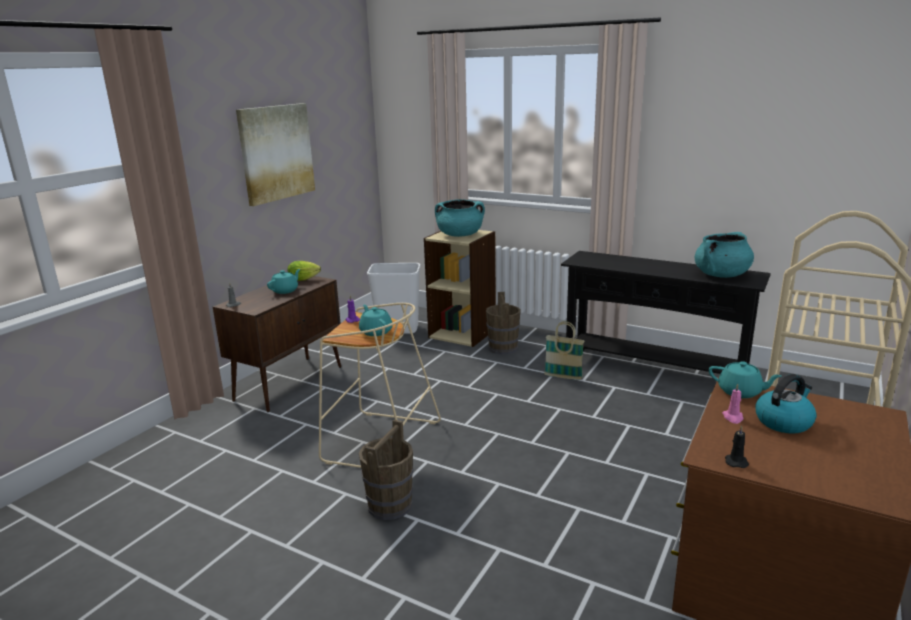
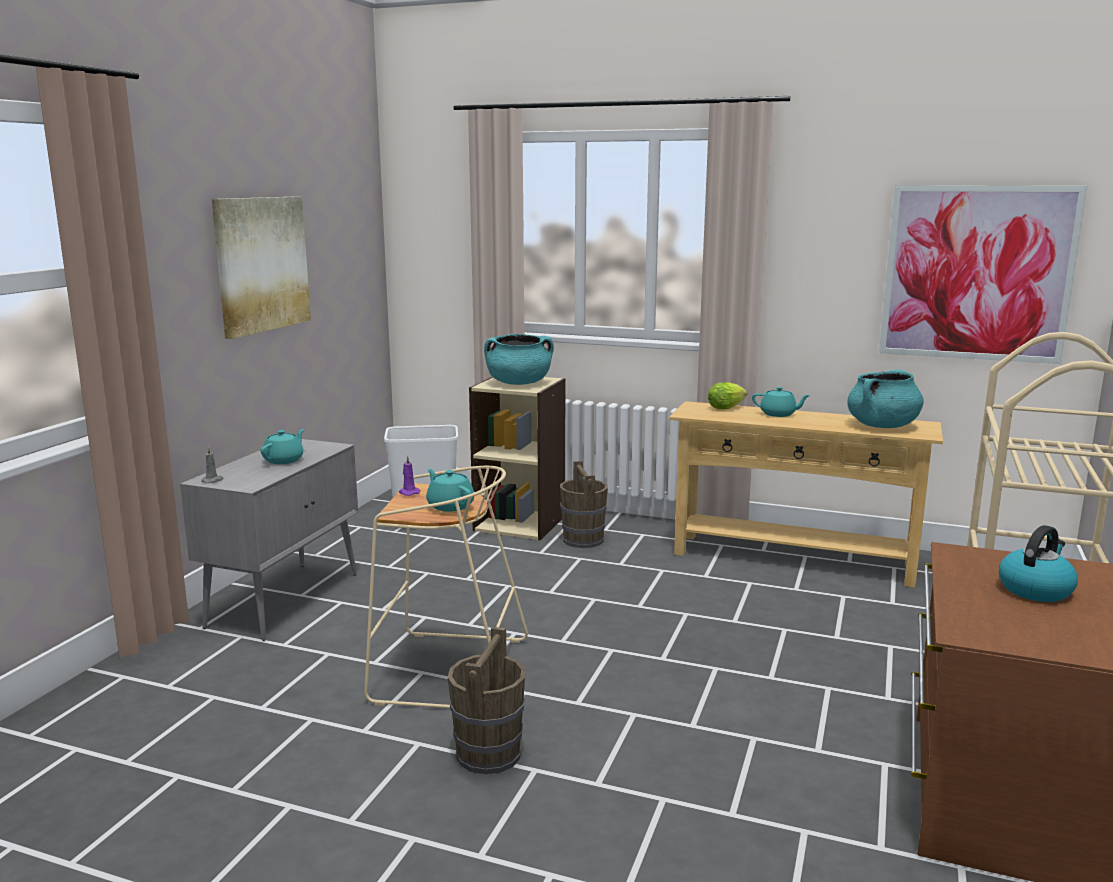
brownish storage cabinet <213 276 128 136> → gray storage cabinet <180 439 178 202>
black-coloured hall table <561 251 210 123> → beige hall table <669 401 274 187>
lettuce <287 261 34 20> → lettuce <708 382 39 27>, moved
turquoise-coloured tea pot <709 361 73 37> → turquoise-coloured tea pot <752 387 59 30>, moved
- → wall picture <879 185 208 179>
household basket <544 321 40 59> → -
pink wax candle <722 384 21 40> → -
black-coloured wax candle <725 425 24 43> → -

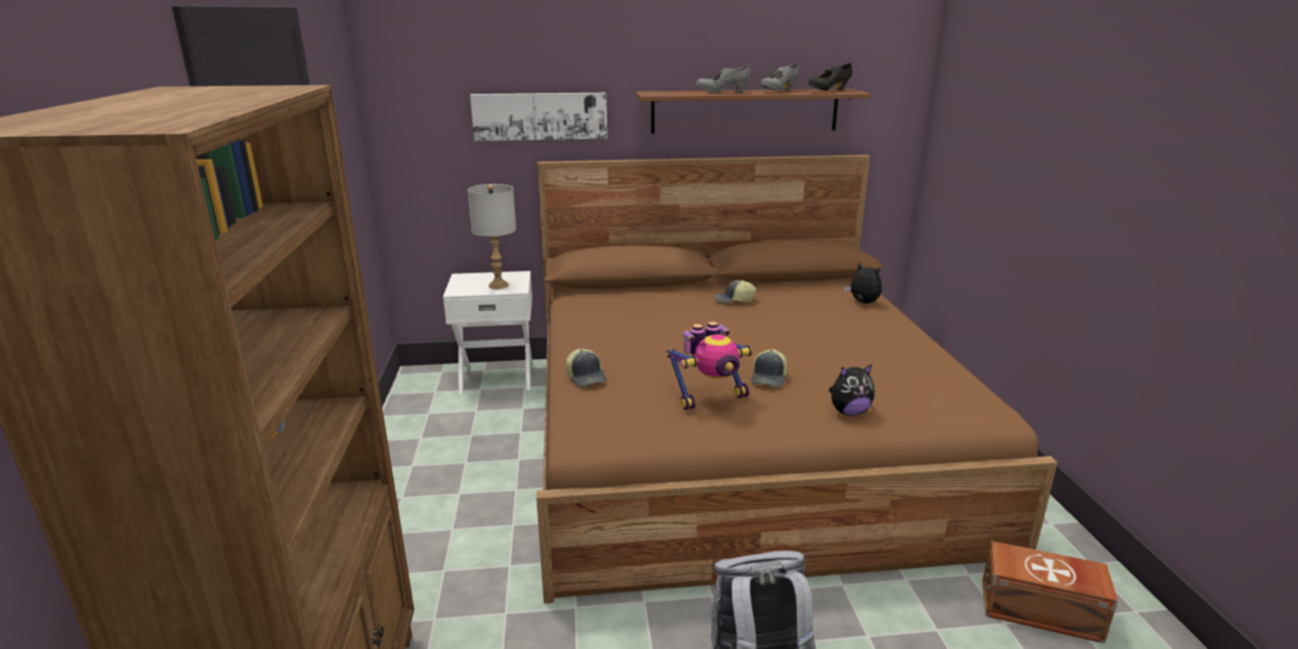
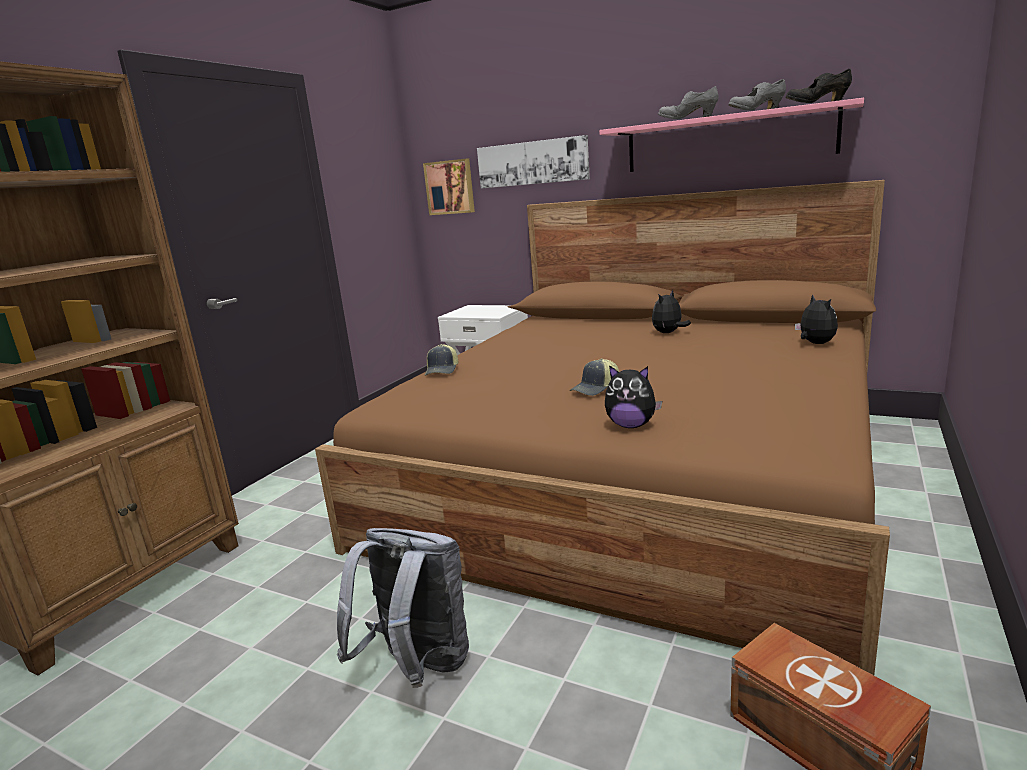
- → wall picture <423 158 52 57>
brownish bracket shelf <636 89 235 45> → pink bracket shelf <599 98 265 74>
baseball cap <714 280 42 23> → soft toy <652 289 39 44>
gray tabletop lamp <468 184 48 105> → -
model robot <666 321 87 89> → -

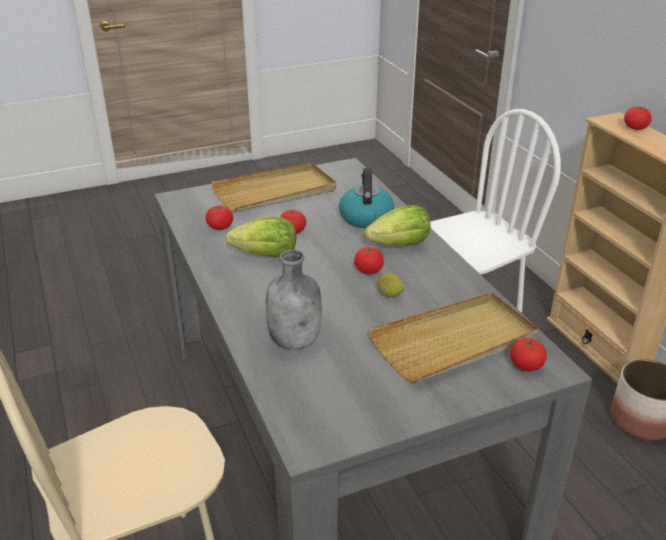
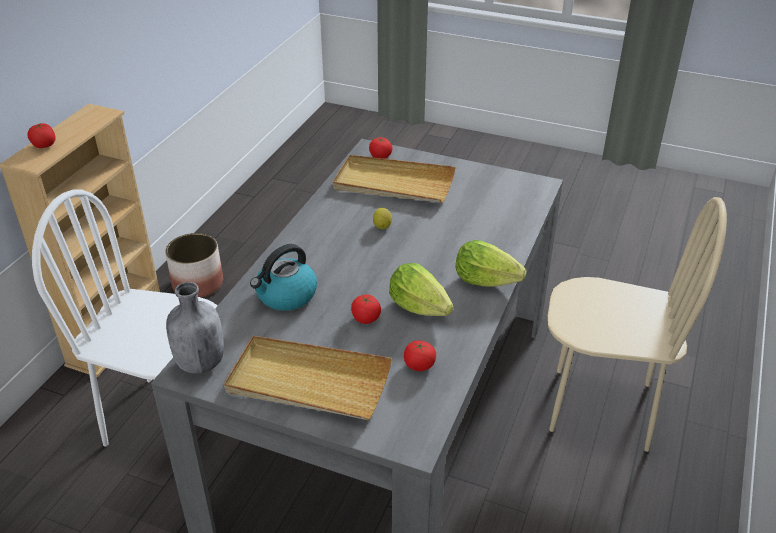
gray beverage bottle <266 250 55 99> → gray beverage bottle <166 282 58 92>, moved
lettuce <364 205 67 41> → lettuce <455 240 71 47>, moved
tomato <354 247 30 27> → -

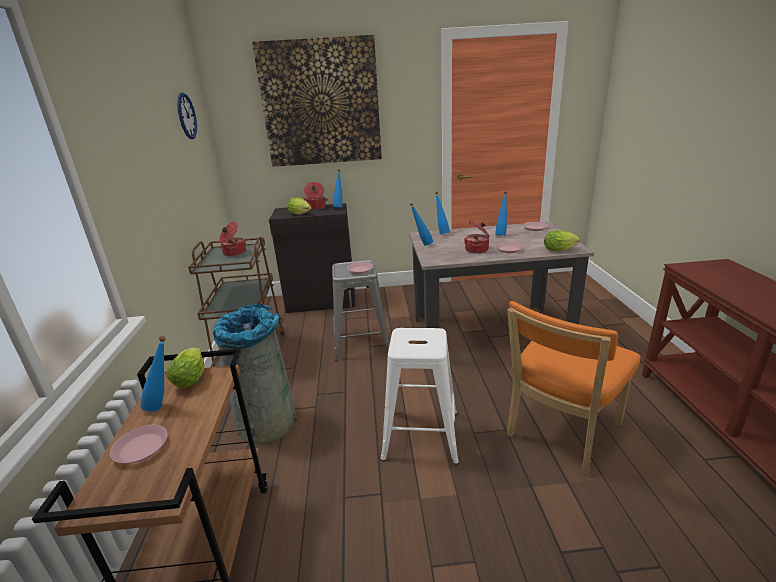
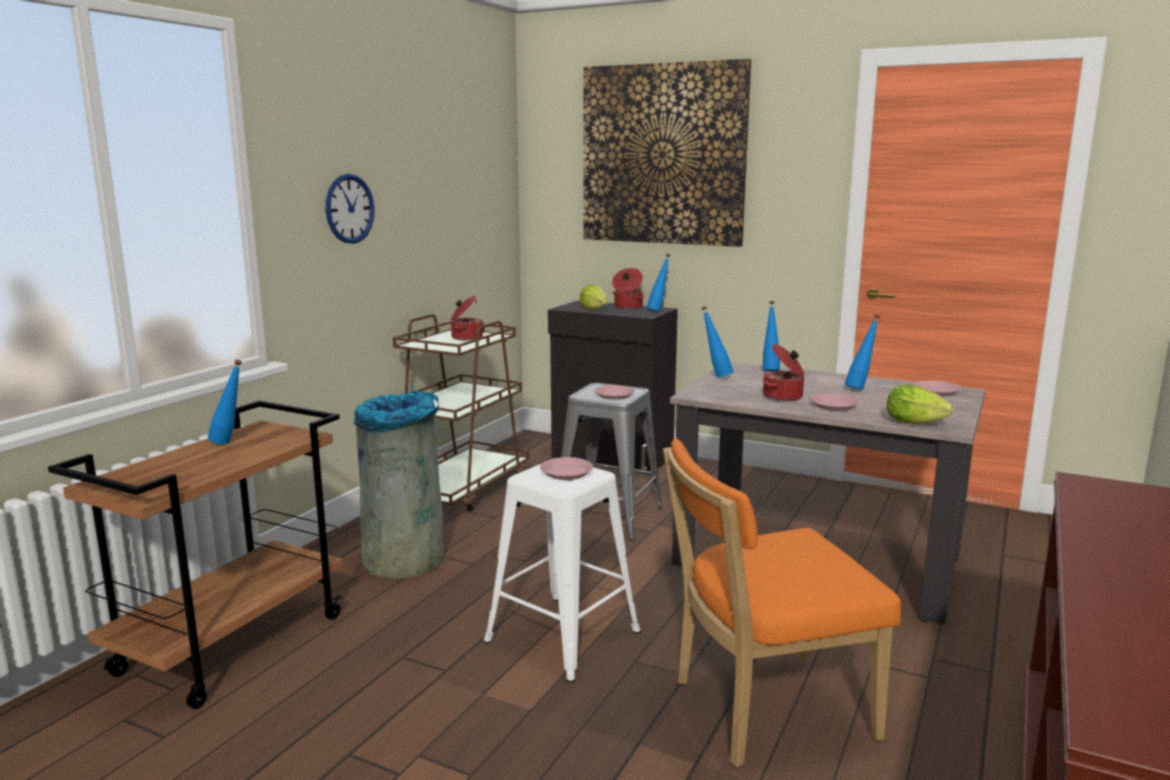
wall clock <177 92 20 47> → wall clock <325 174 50 70>, moved
pink plate <110 425 58 38> → pink plate <540 457 53 23>, moved
lettuce <167 348 37 40> → -

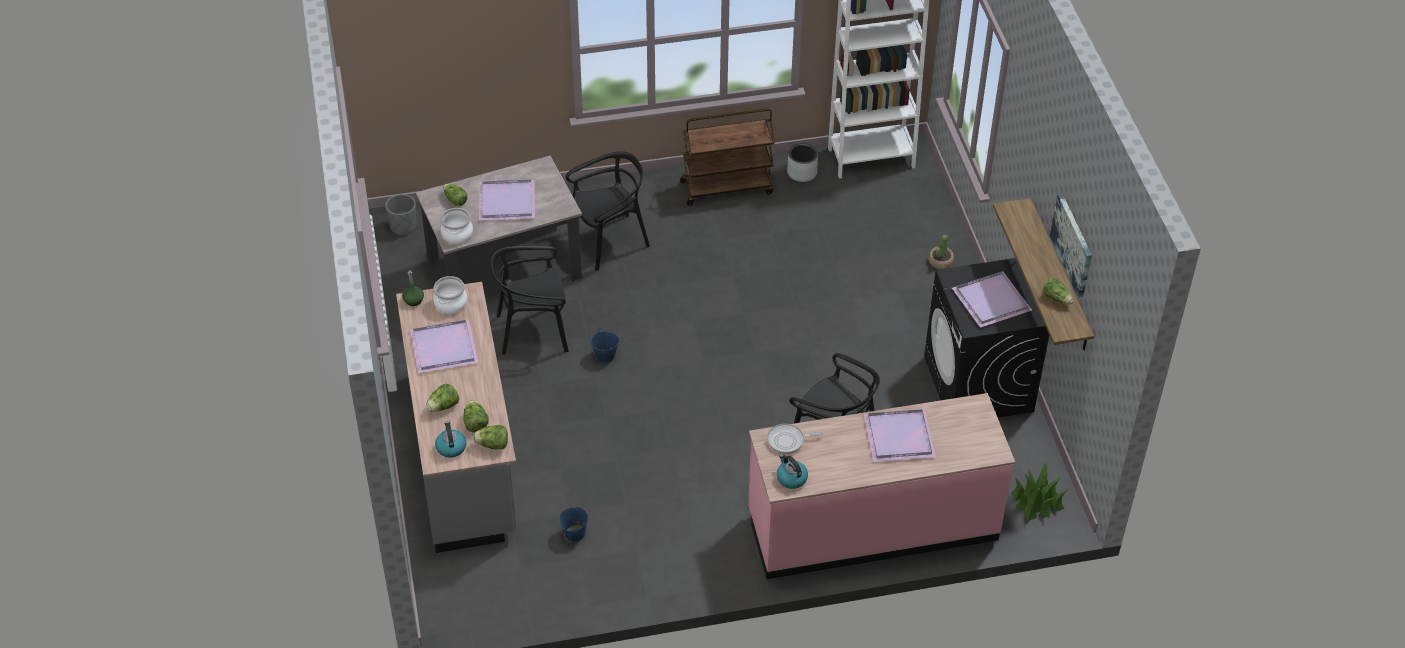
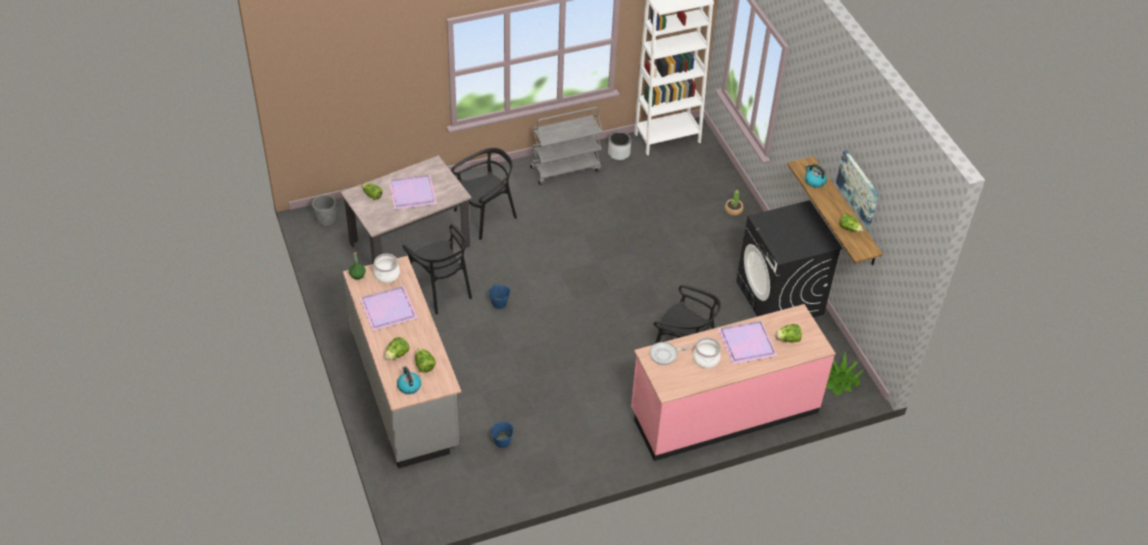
black-coloured chair <491 245 78 110> → black-coloured chair <403 224 69 90>, 105 degrees counterclockwise
brownish wheeled cart <680 108 95 98> → gray wheeled cart <530 107 73 78>
stockpot <440 208 33 36> → stockpot <693 337 28 31>, moved
lettuce <473 425 35 24> → lettuce <775 324 27 19>, moved
tea kettle <777 454 31 35> → tea kettle <805 164 22 24>, moved
purplish carrying tray <952 271 80 57> → -

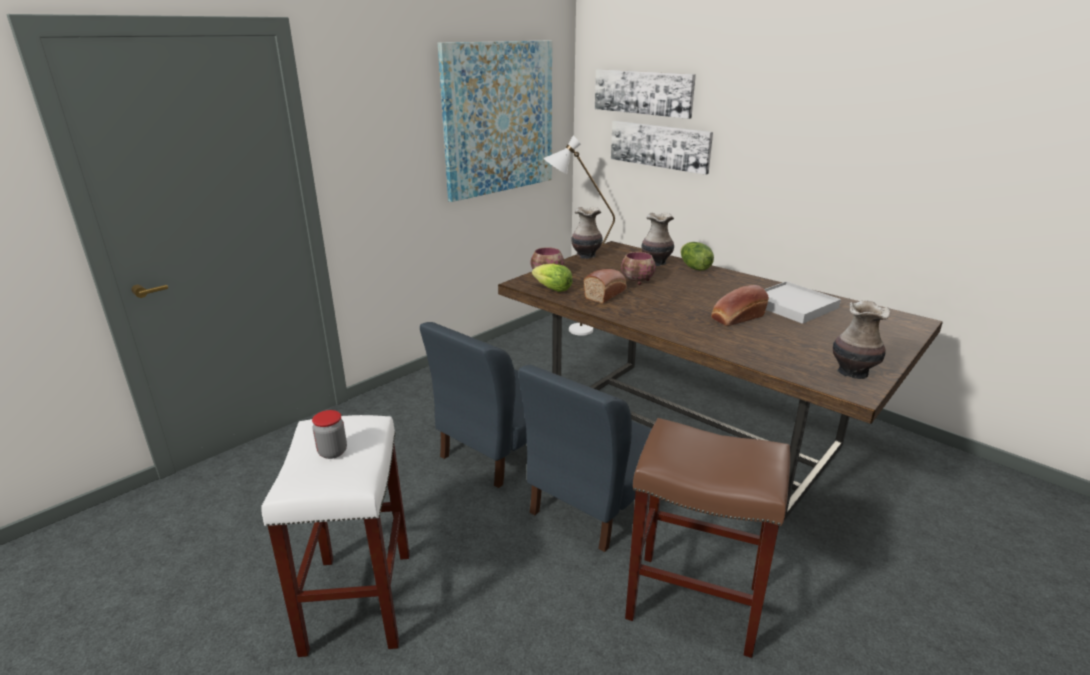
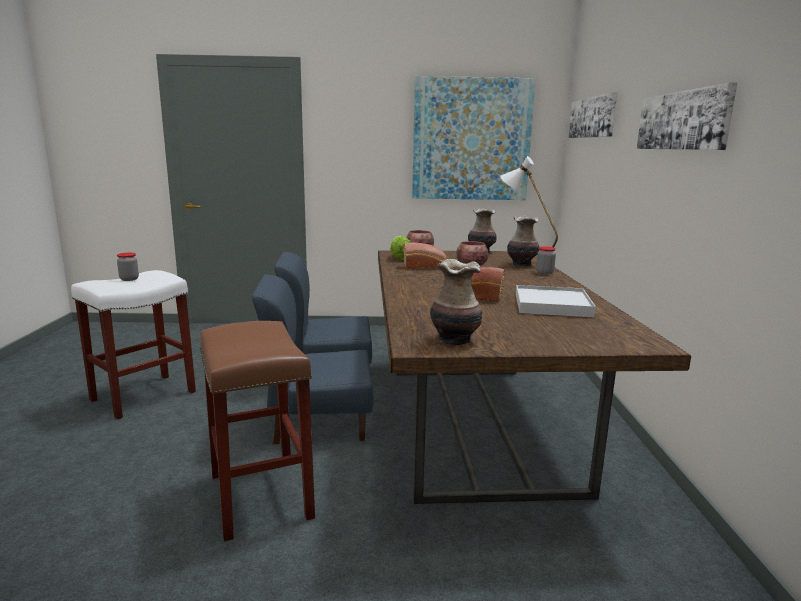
lettuce <680 242 34 29> → preserve jar <536 246 20 28>
wall picture <611 121 102 54> → wall picture <637 82 100 68>, moved

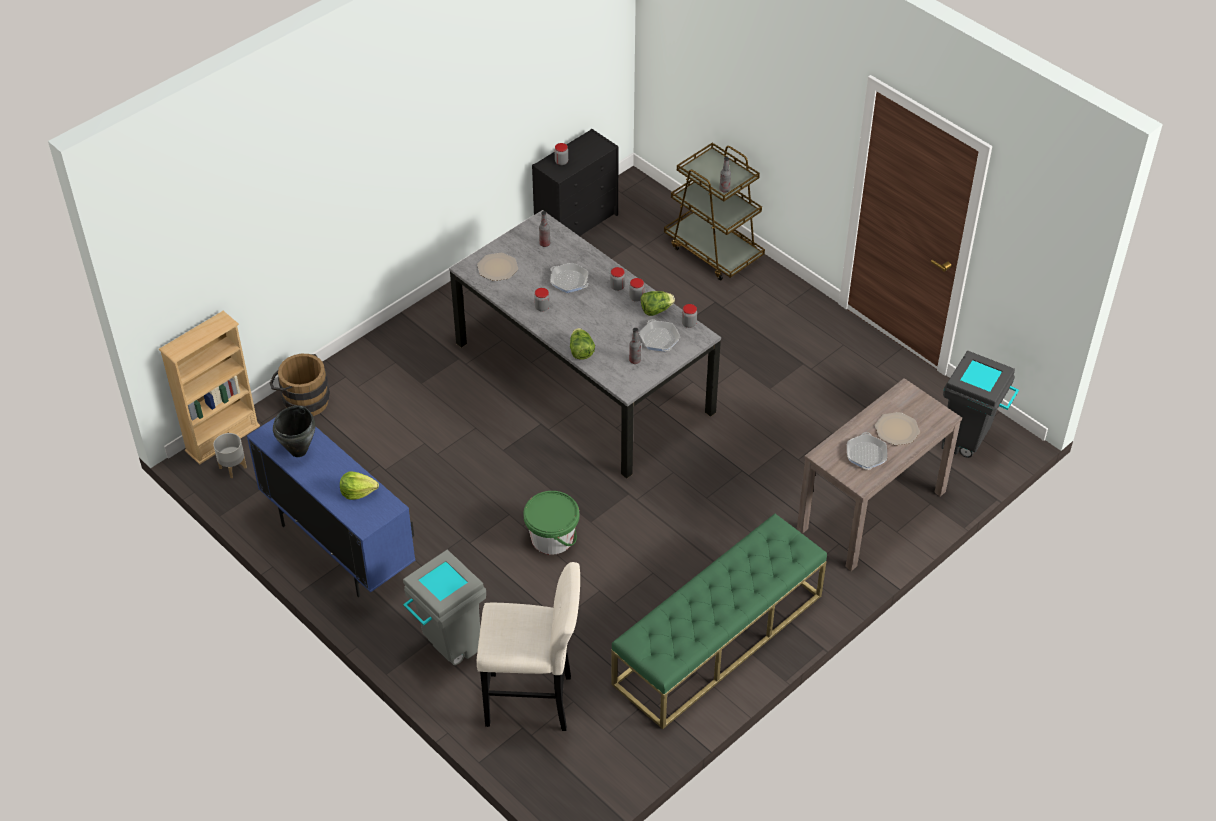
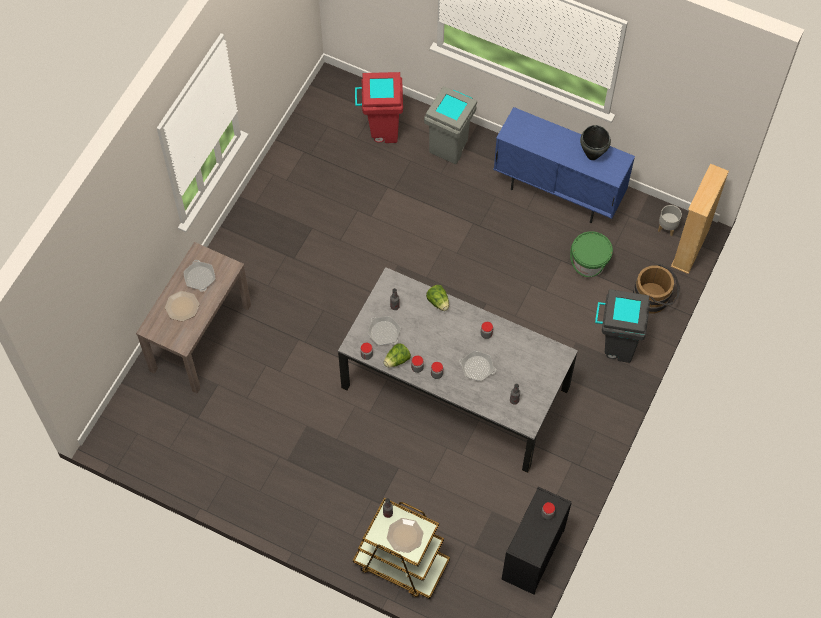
beige stool <477 562 103 169> → red waste bin <355 72 48 71>
plate <477 253 41 28> → plate <387 518 36 35>, moved
green water bucket <523 491 56 64> → green water bucket <570 231 43 46>, moved
gray waste bin <941 351 78 107> → gray waste bin <595 289 55 74>, moved
lettuce <340 471 39 29> → -
green indoor bench <611 513 216 216> → -

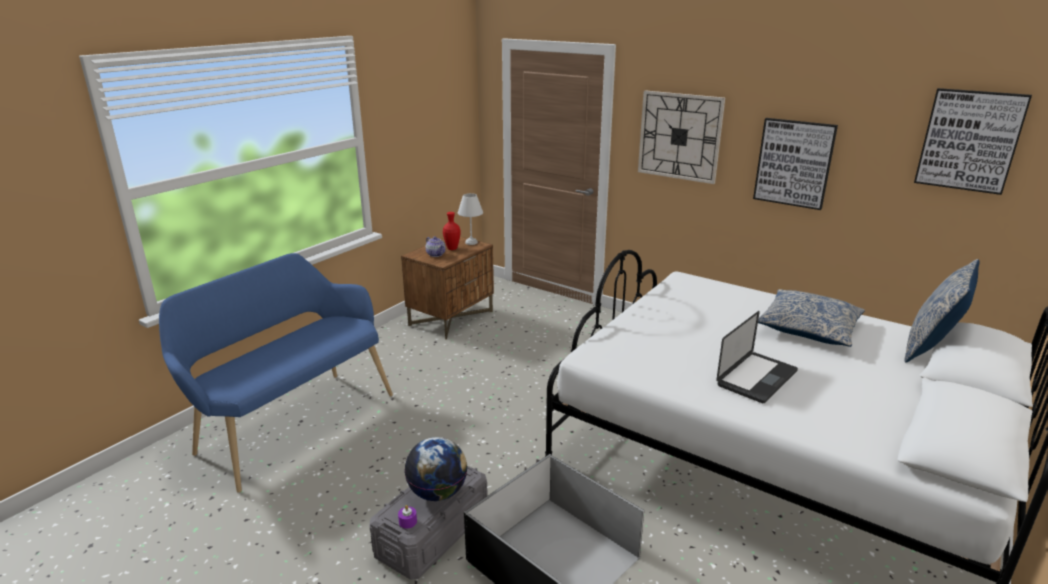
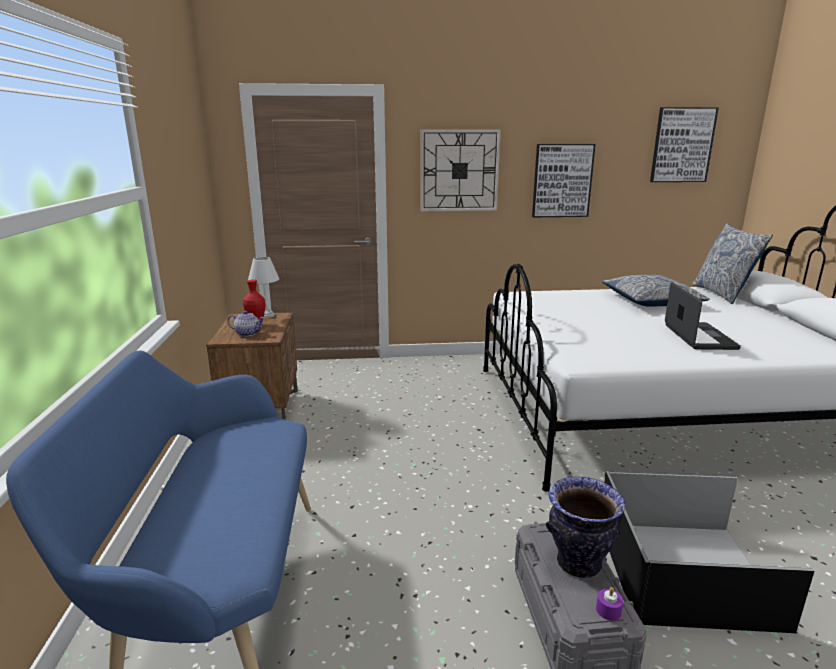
world globe <405 437 62 64> → decorative vase <546 477 80 101>

